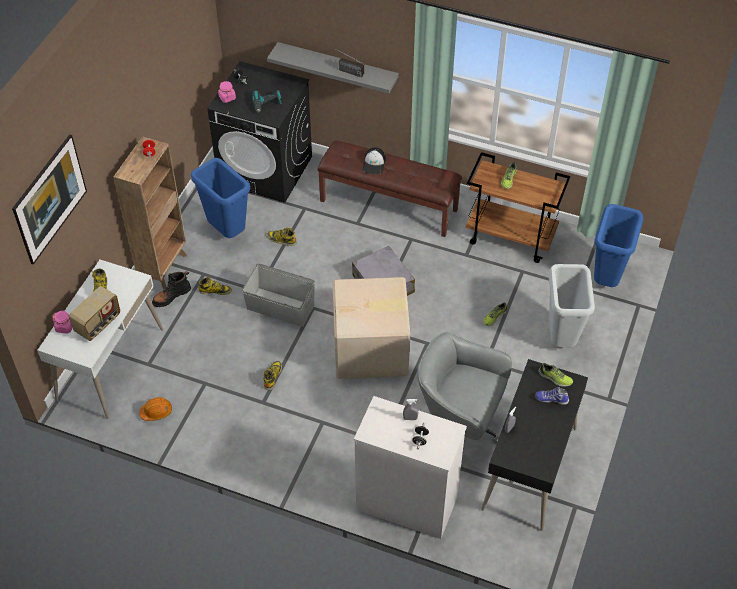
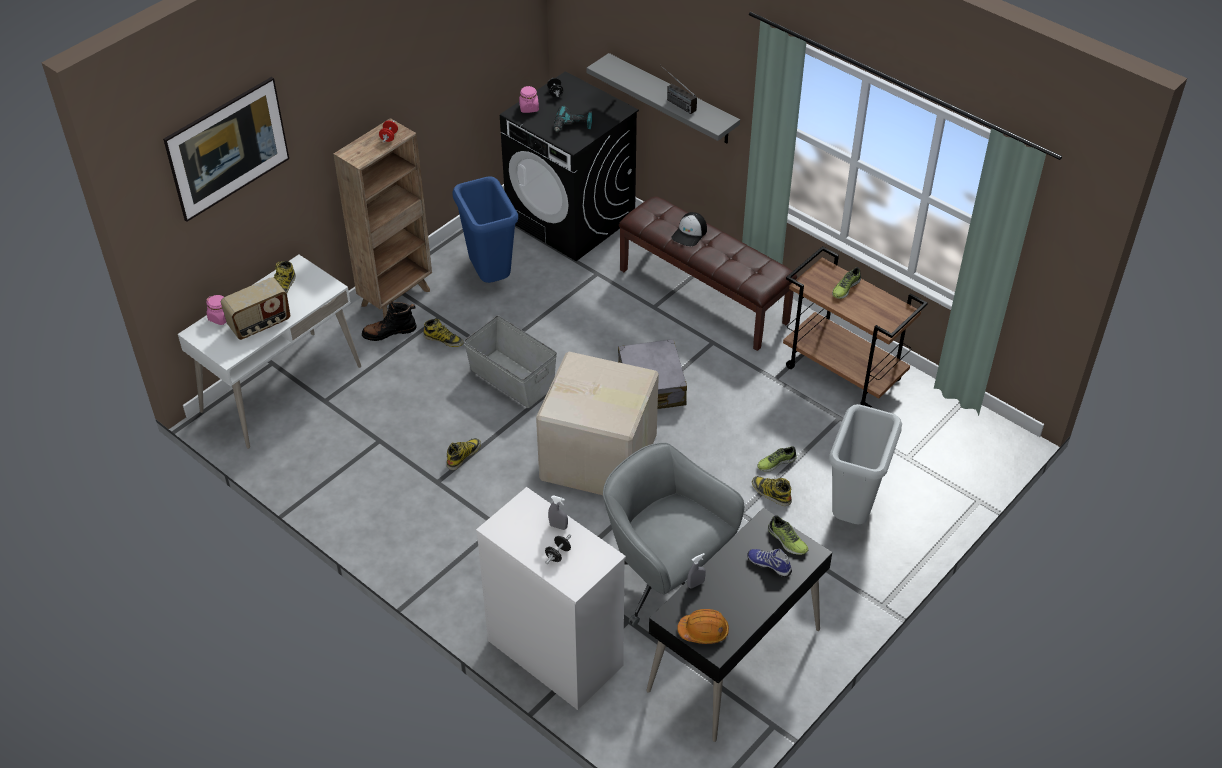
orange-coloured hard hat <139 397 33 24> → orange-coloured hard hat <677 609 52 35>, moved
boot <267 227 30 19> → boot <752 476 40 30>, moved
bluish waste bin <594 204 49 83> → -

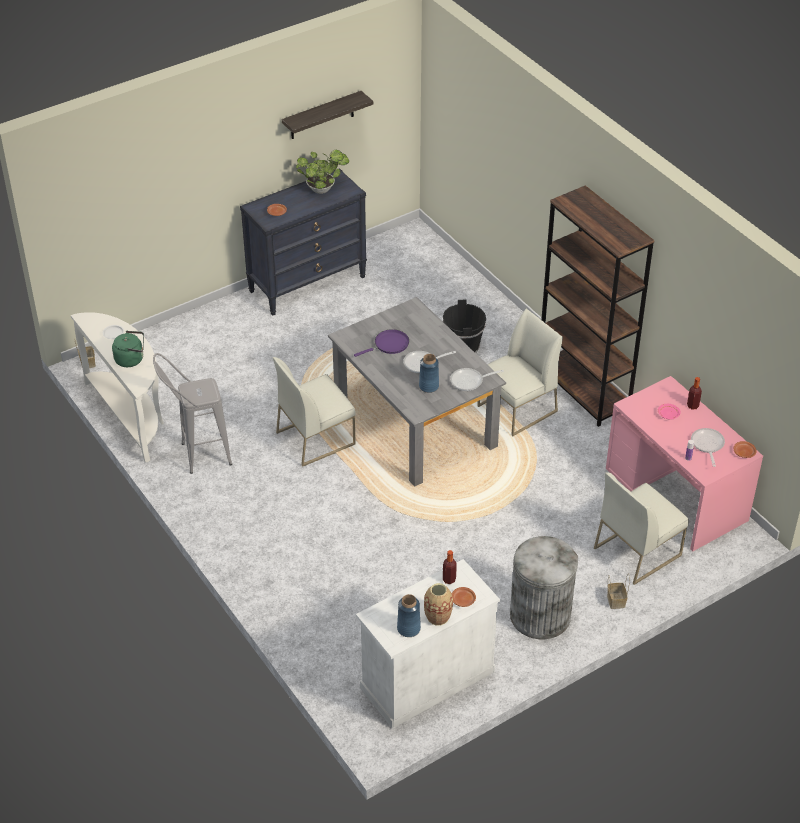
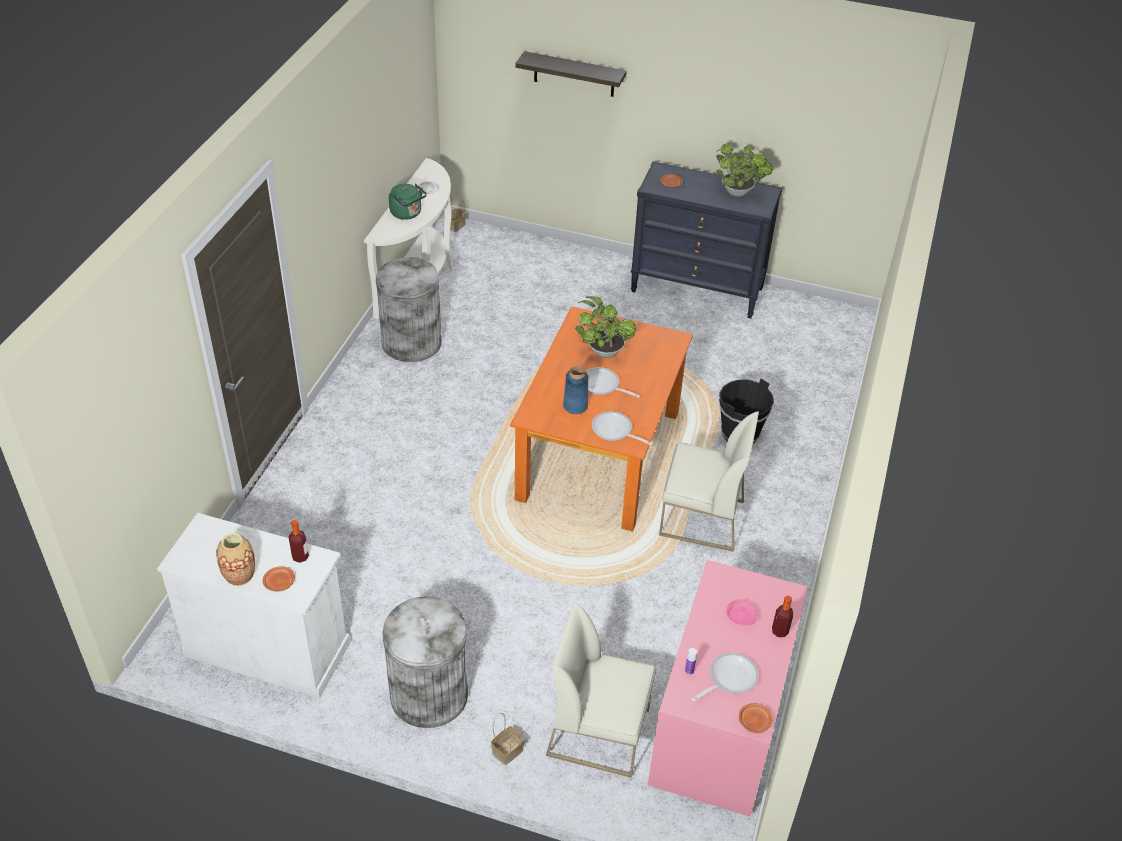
gray stool <153 353 79 121> → gray waste bin <376 257 66 105>
gray dining table <328 297 178 190> → orange-coloured dining table <510 306 183 226>
bracket shelf <282 91 91 48> → bracket shelf <515 51 111 46>, moved
purplish skillet <354 329 55 28> → plant in a pot <575 296 61 62>
white chair <273 357 83 110> → -
bluish decorative vase <397 594 24 43> → -
brownish bookshelf <541 185 113 242> → -

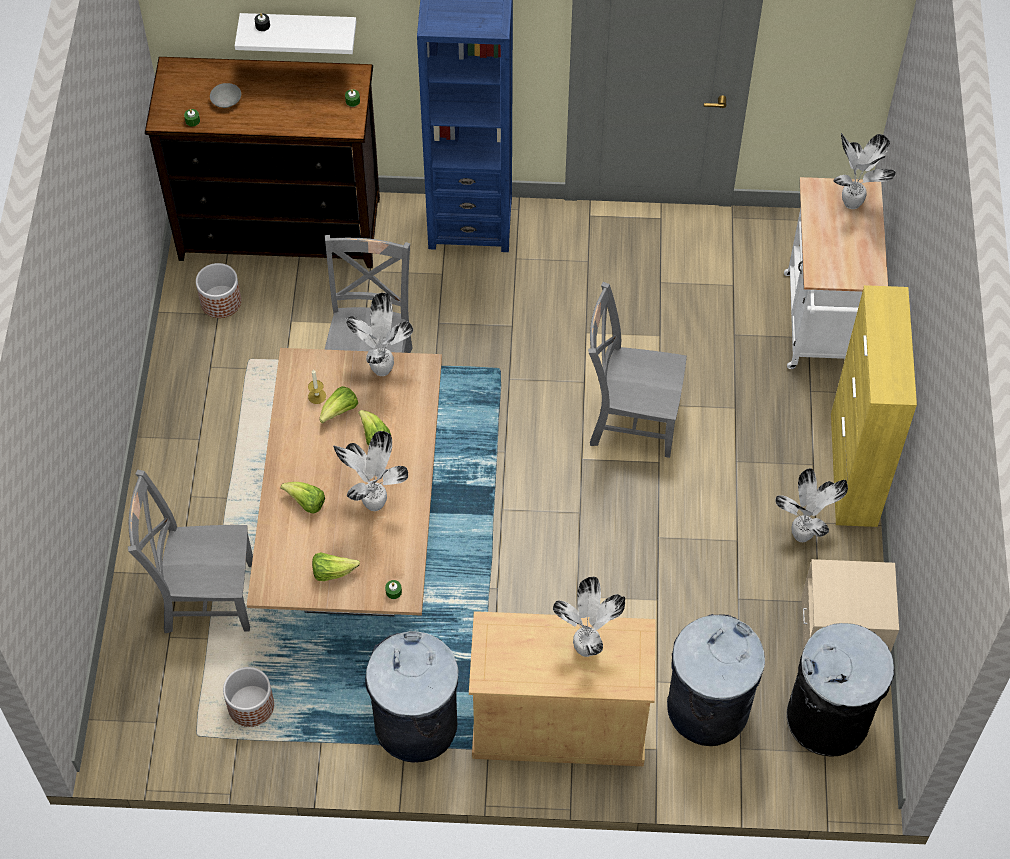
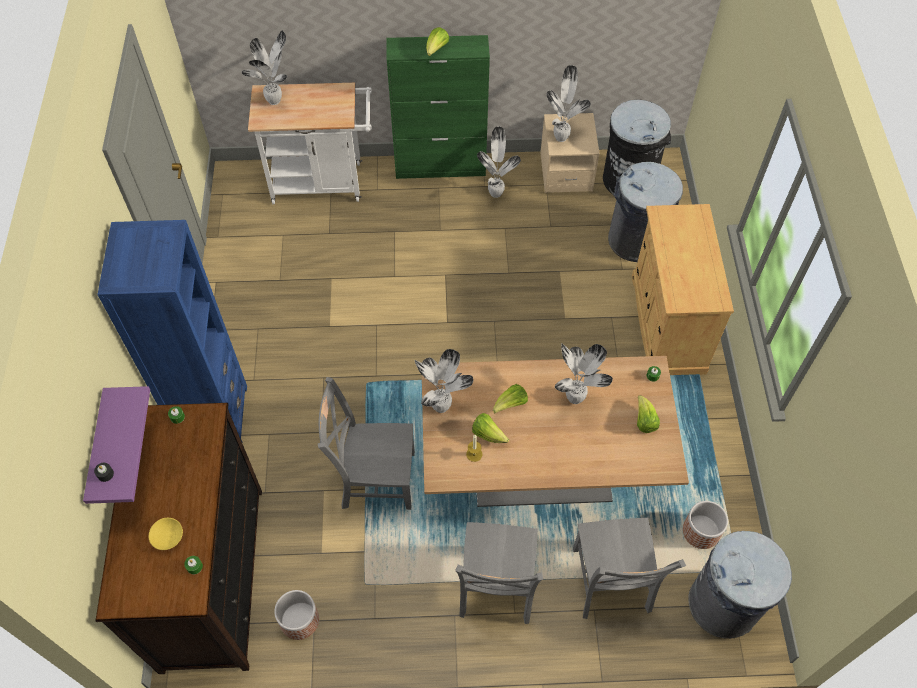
white bracket shelf <235 13 121 41> → purplish bracket shelf <83 386 67 118>
gray serving bowl <210 83 31 25> → yellowish serving bowl <149 518 34 32>
yellowish storage cabinet <831 285 86 242> → green storage cabinet <387 35 103 144>
lettuce <281 482 44 32> → lettuce <426 27 23 29>, moved
gray chair <588 282 99 176> → gray chair <455 522 88 102>, moved
plant in a pot <553 577 72 80> → plant in a pot <546 65 45 77>, moved
gray waste bin <365 631 94 132> → gray waste bin <688 531 104 108>, moved

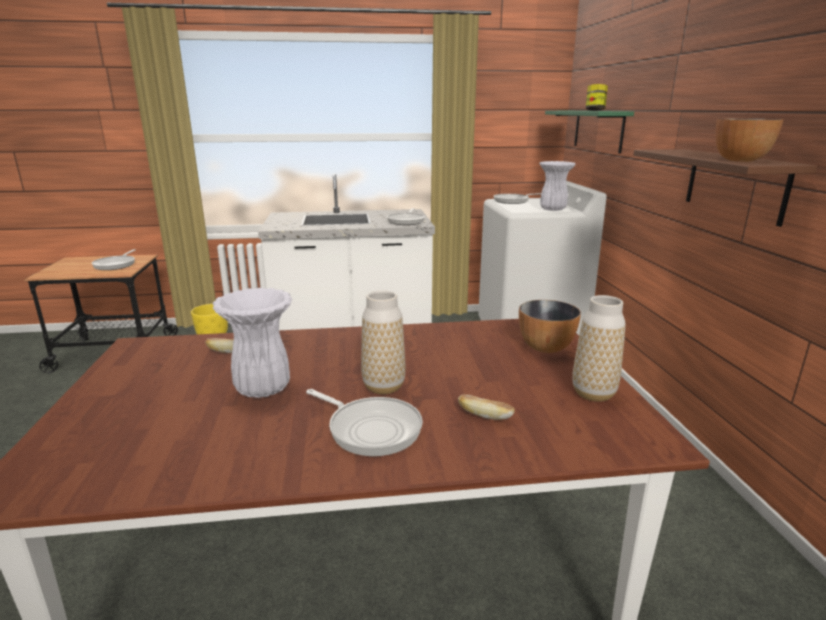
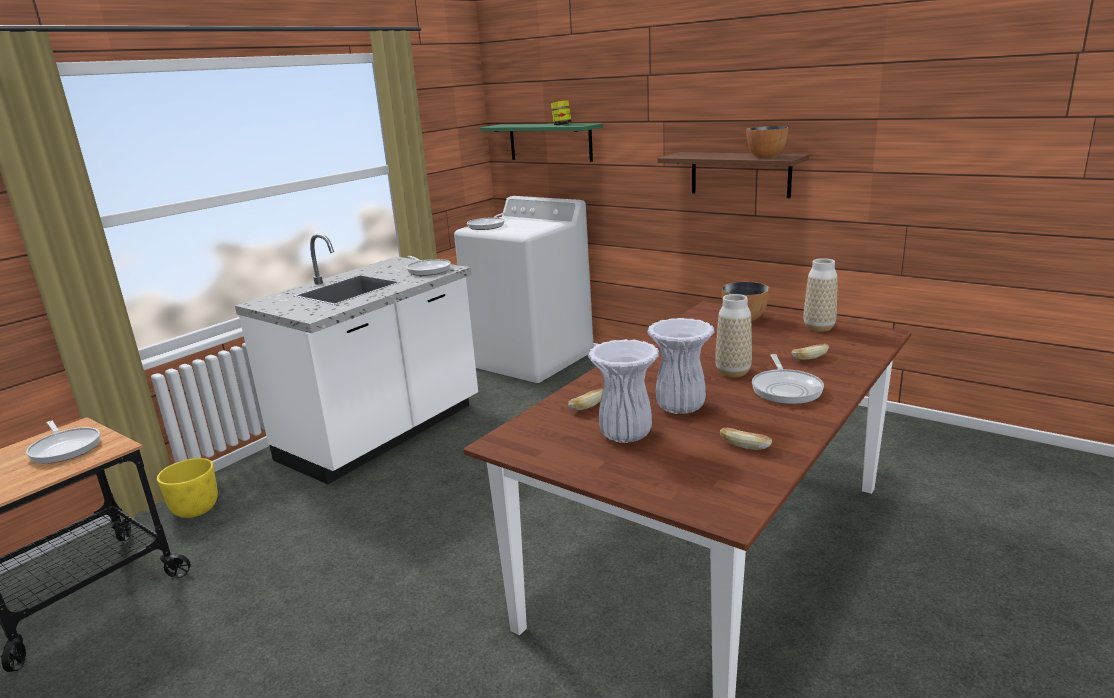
white decorative vase <539 161 37 50> → white decorative vase <588 339 71 104>, moved
- → baked bread <720 428 52 22>
skillet <306 389 117 67> → skillet <752 354 72 50>, 105 degrees clockwise

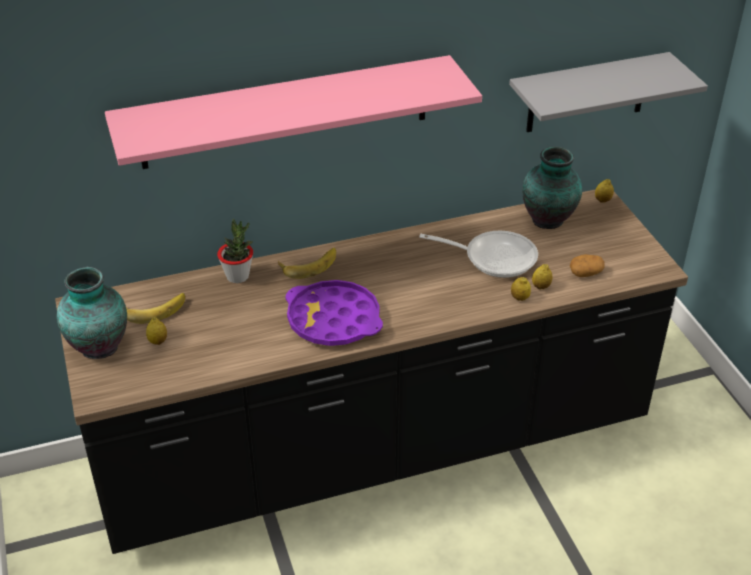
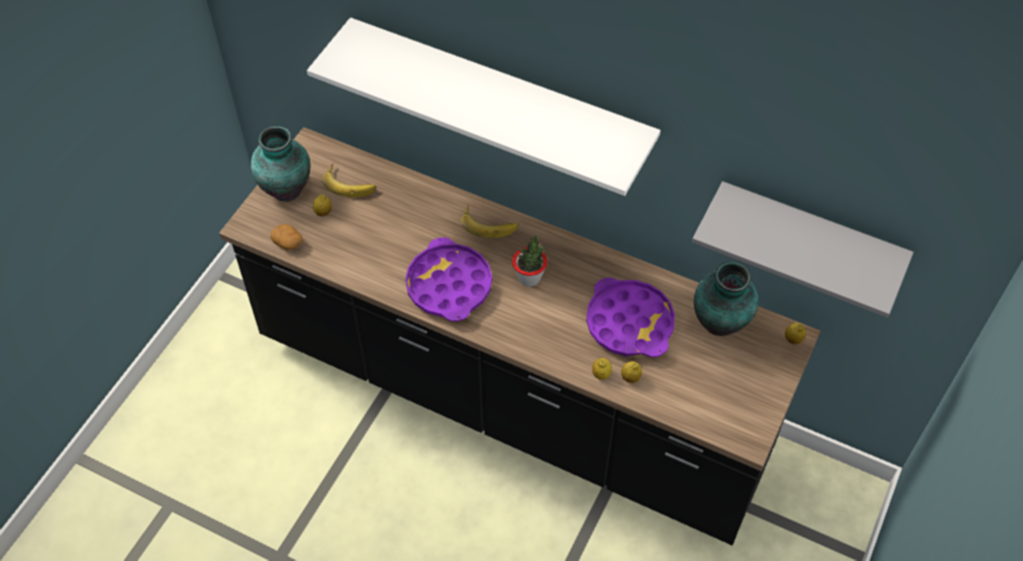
whole potato <570 254 35 23> → whole potato <270 224 33 26>, moved
pink bracket shelf <105 55 377 114> → white bracket shelf <307 18 354 178>
plant in a pot <217 219 36 64> → plant in a pot <512 235 35 52>, moved
skillet <419 231 119 47> → purplish carrying tray <586 277 89 80>

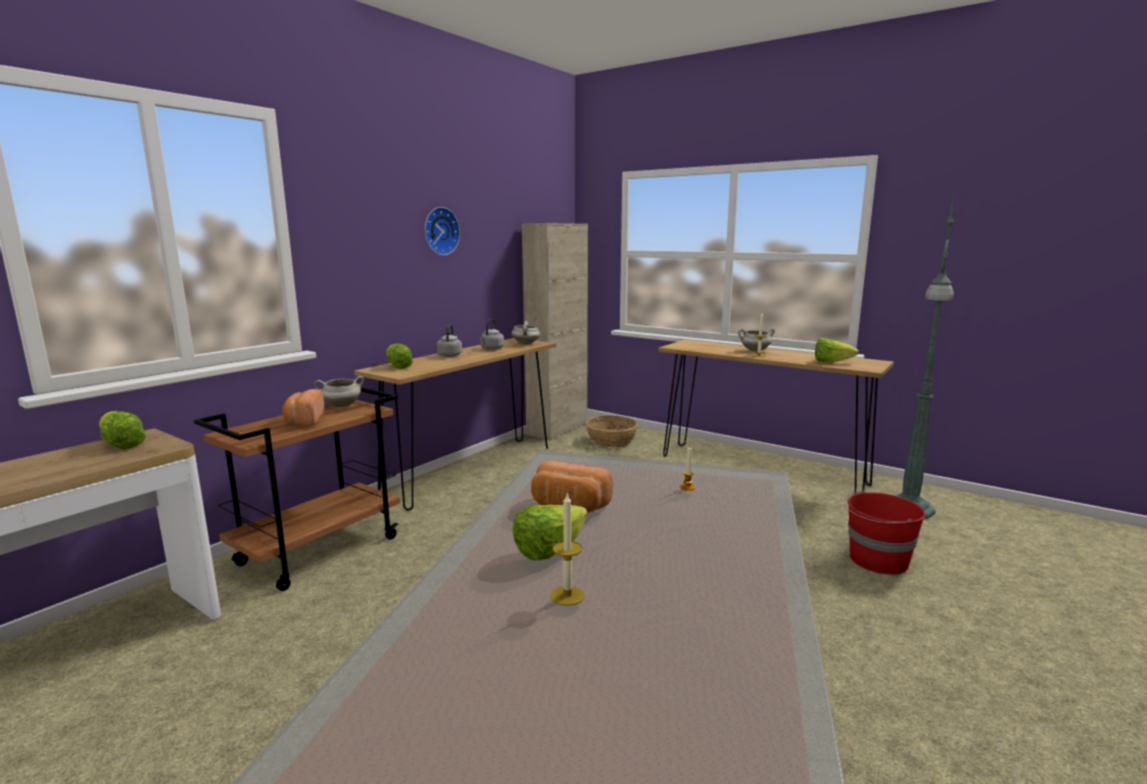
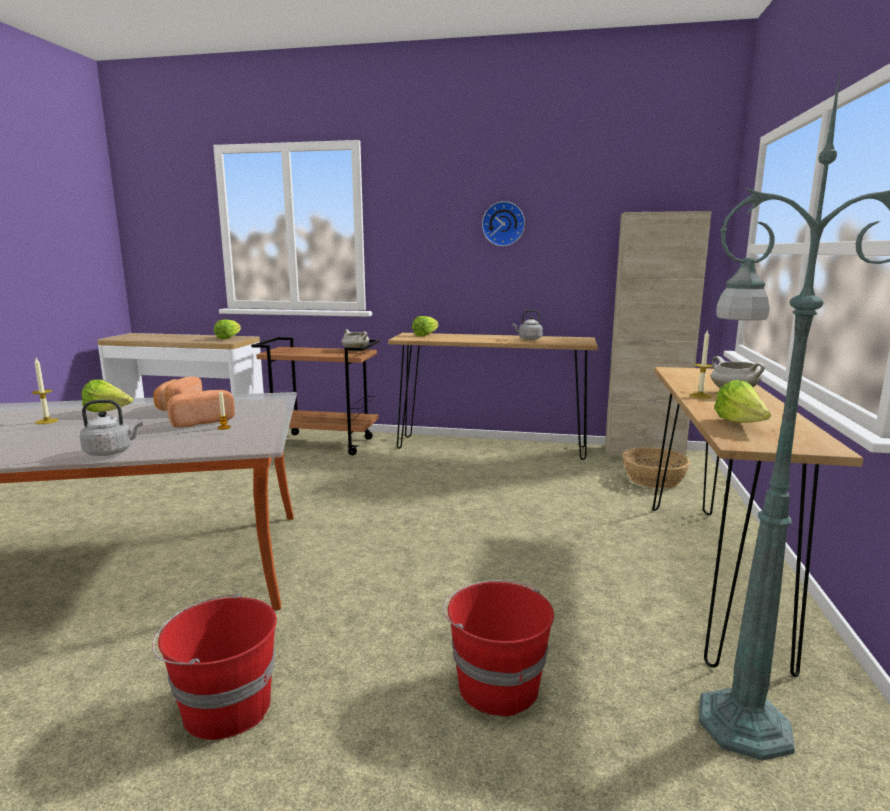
gray tea kettle <436 325 26 32> → gray tea kettle <80 399 63 57>, moved
- → red water bucket <152 594 125 146>
baked bread <282 389 42 37> → baked bread <167 390 68 38>, moved
white stockpot <512 321 28 24> → -

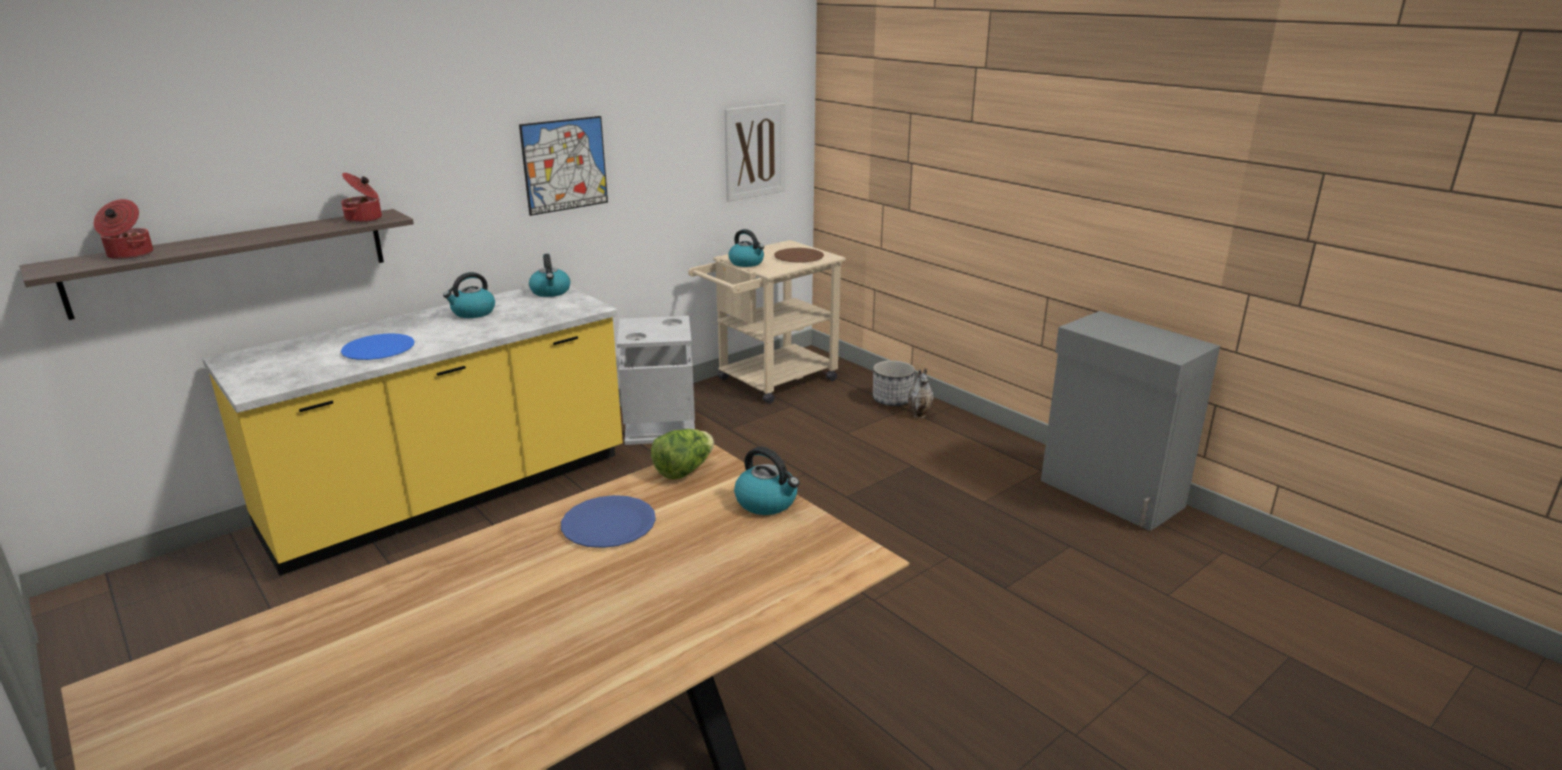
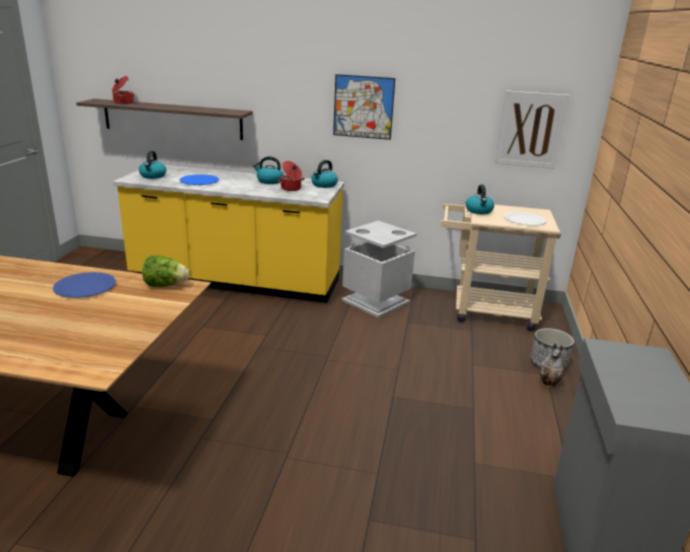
tea kettle <734 447 65 68> → tea kettle <139 151 28 28>, moved
stockpot <341 173 41 50> → stockpot <278 161 27 30>, moved
brownish plate <774 248 50 14> → white plate <504 212 43 14>

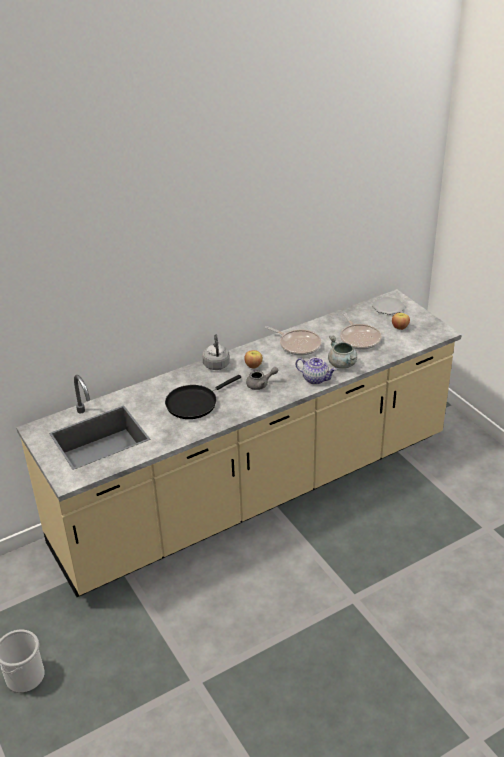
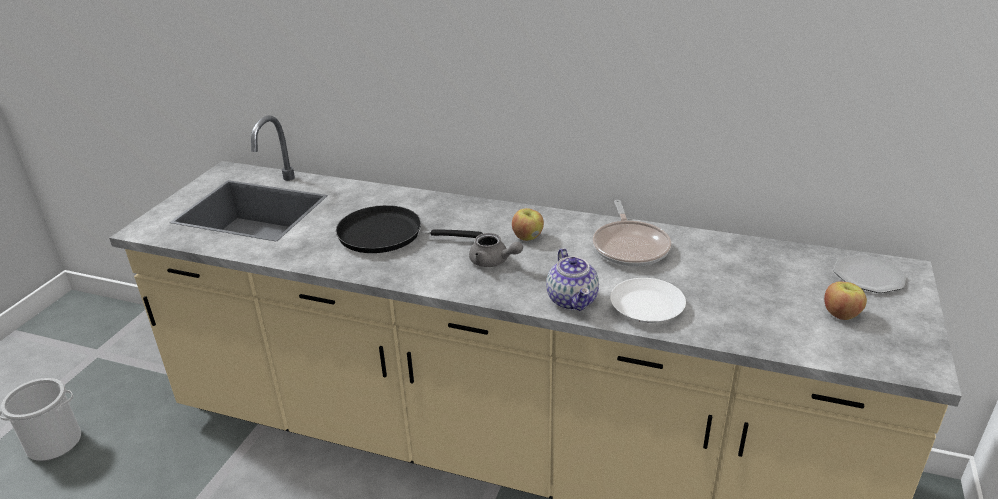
gray stockpot <328 335 29 34> → white plate <610 278 76 45>
gray tea kettle <202 334 28 36> → -
skillet <340 313 41 37> → -

